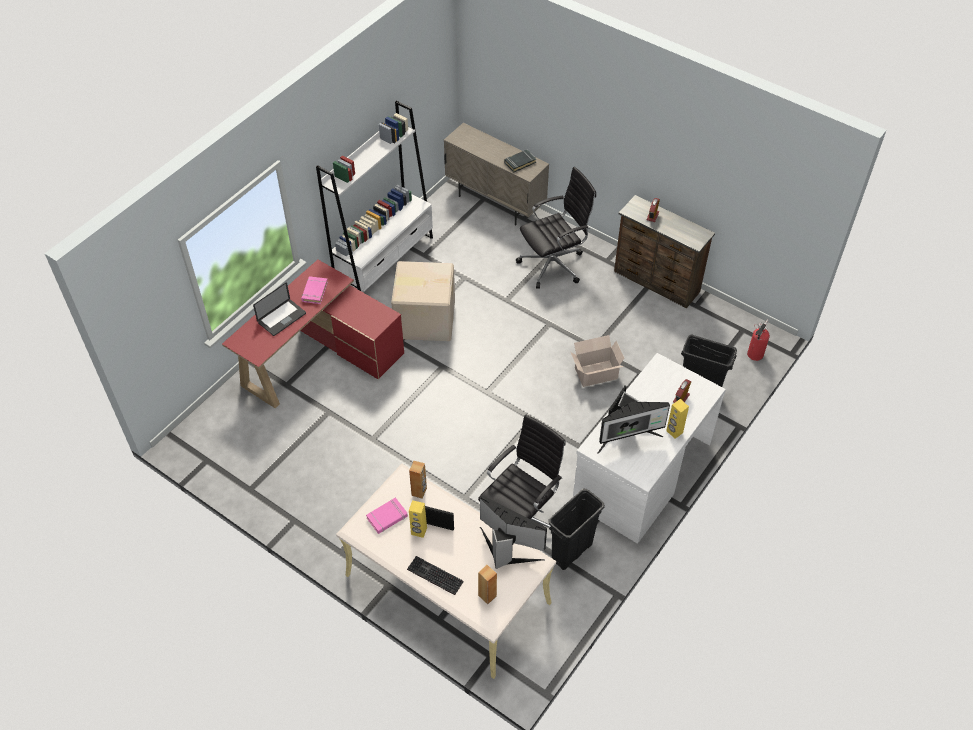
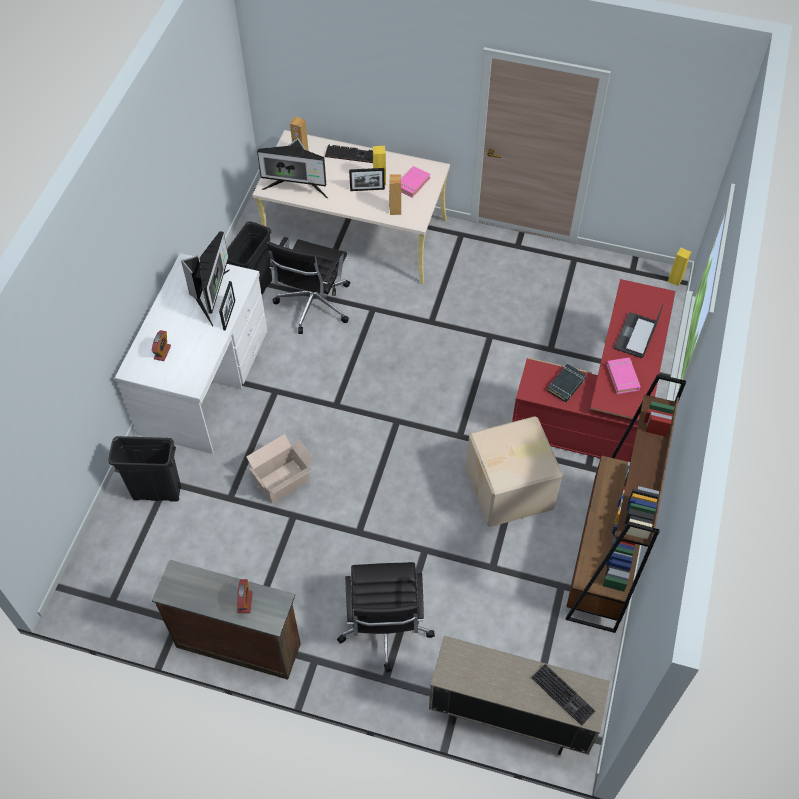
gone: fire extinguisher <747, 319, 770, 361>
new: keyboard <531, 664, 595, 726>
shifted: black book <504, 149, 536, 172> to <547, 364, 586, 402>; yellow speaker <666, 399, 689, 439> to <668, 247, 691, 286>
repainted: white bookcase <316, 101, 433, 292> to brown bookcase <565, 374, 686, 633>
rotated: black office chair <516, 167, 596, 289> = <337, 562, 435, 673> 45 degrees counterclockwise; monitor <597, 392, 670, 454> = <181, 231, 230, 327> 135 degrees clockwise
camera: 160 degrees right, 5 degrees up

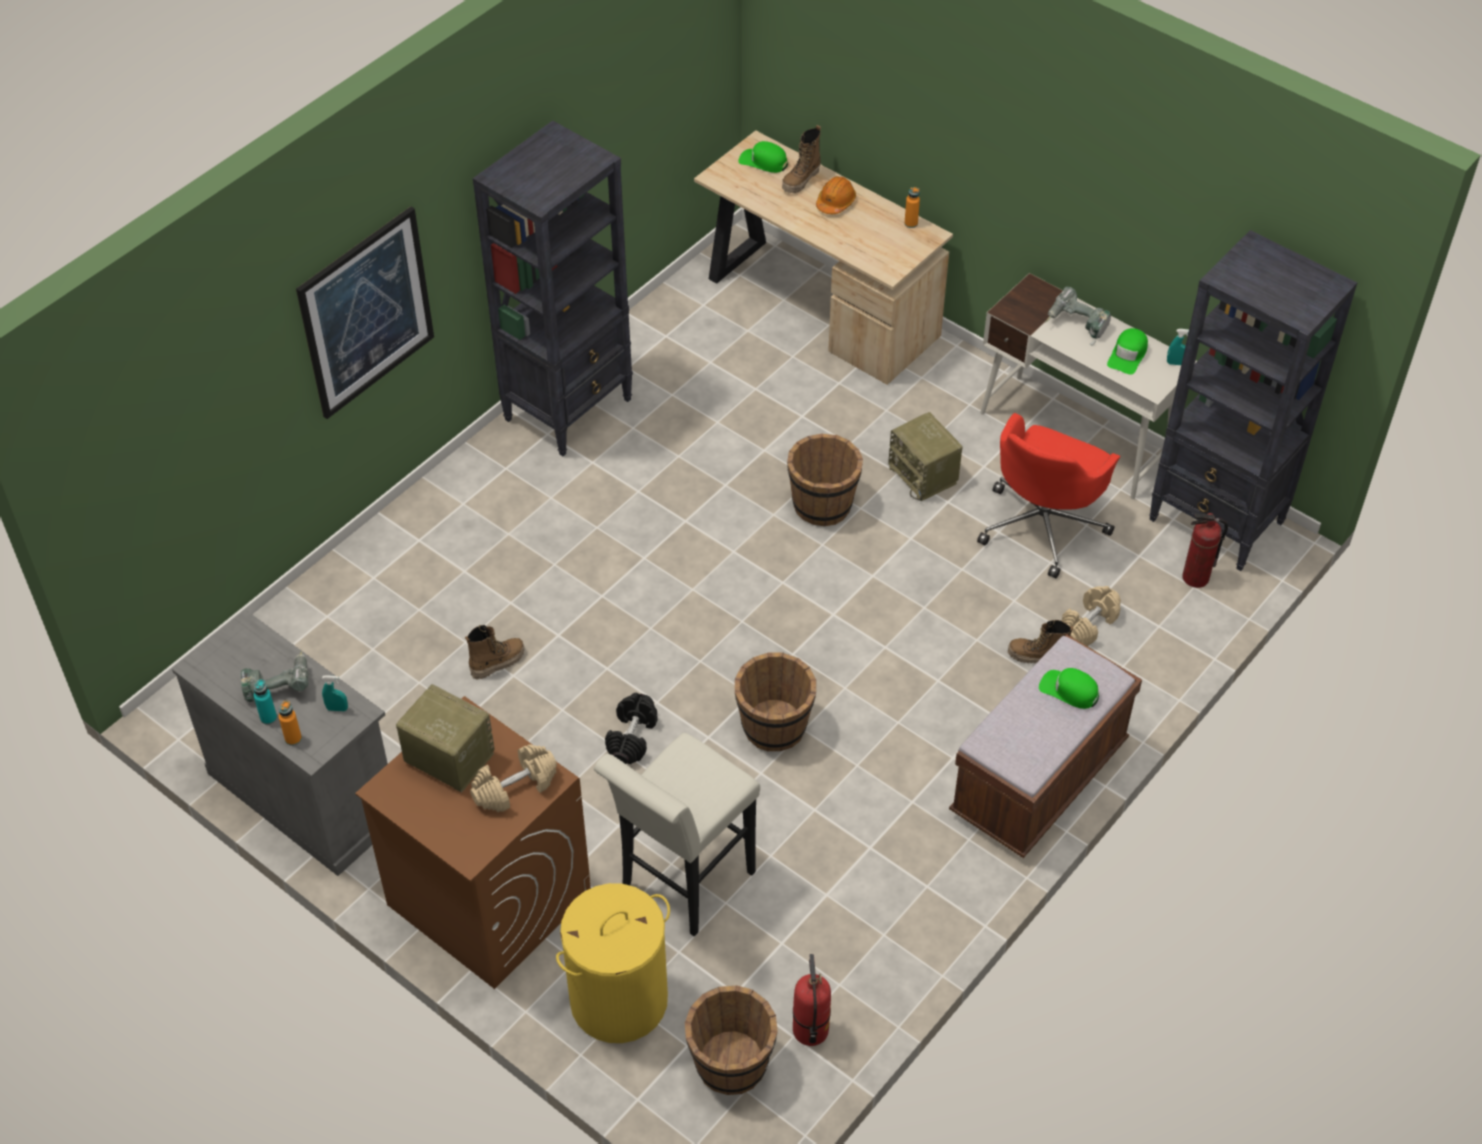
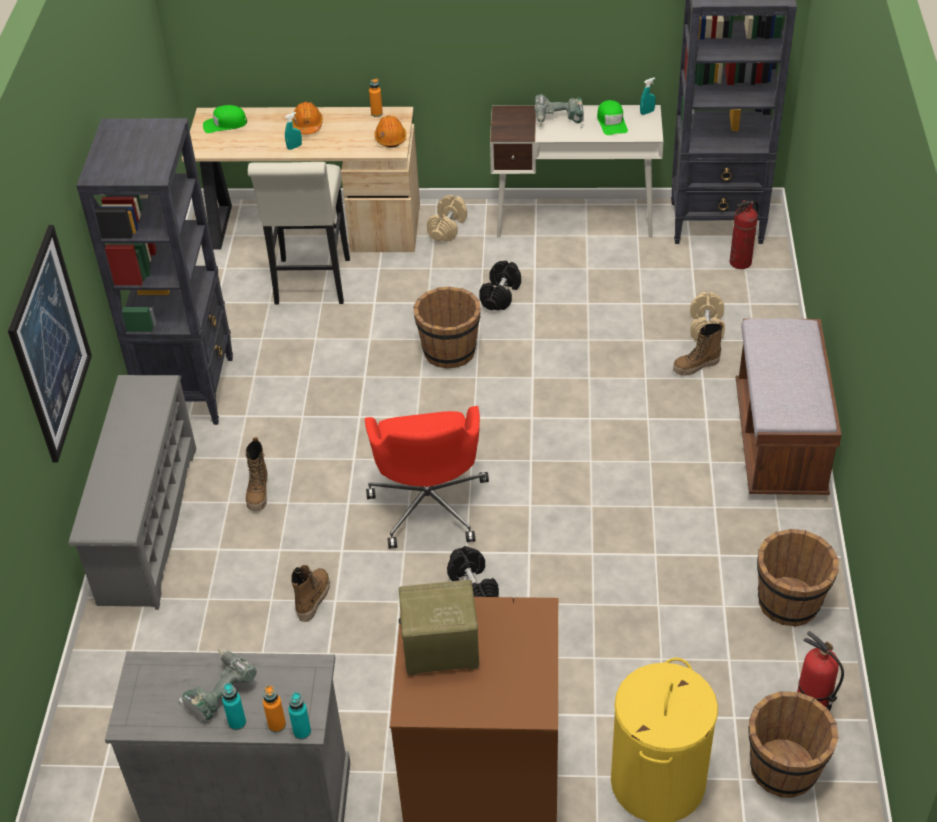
gone: green cap <1039, 668, 1099, 709>
new: grey shoe rack <69, 375, 196, 610>; turquoise bottle <288, 692, 311, 740>; orange hard hat <374, 115, 406, 148>
shifted: turquoise spray bottle <322, 675, 348, 711> to <285, 112, 302, 150>; beige dumbbell <470, 744, 557, 812> to <427, 195, 467, 241>; white stool <594, 733, 760, 937> to <248, 162, 350, 305>; brown bucket <735, 652, 816, 751> to <757, 529, 839, 627>; boot <782, 125, 821, 193> to <245, 437, 268, 511>; red office chair <977, 413, 1120, 578> to <365, 406, 489, 549>
swapped: radio <888, 412, 963, 501> to black dumbbell <479, 261, 521, 310>
camera: 35 degrees left, 5 degrees down

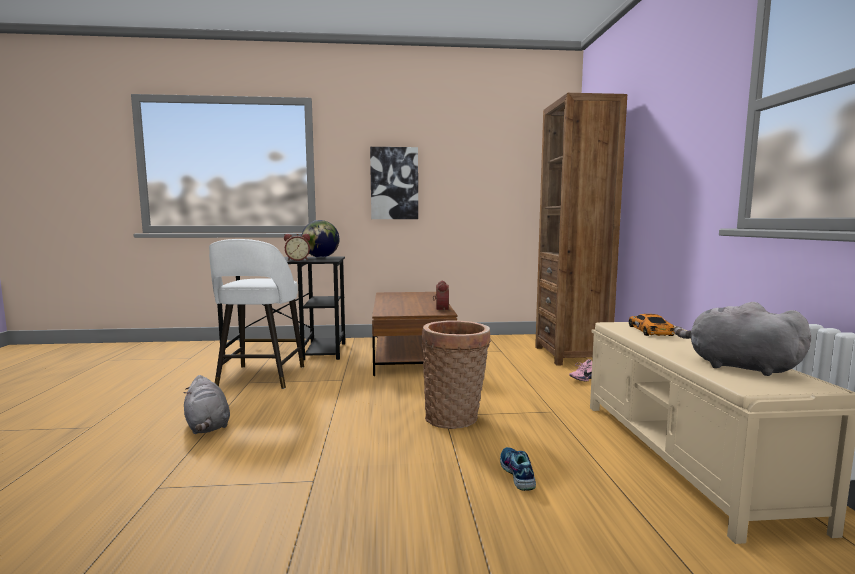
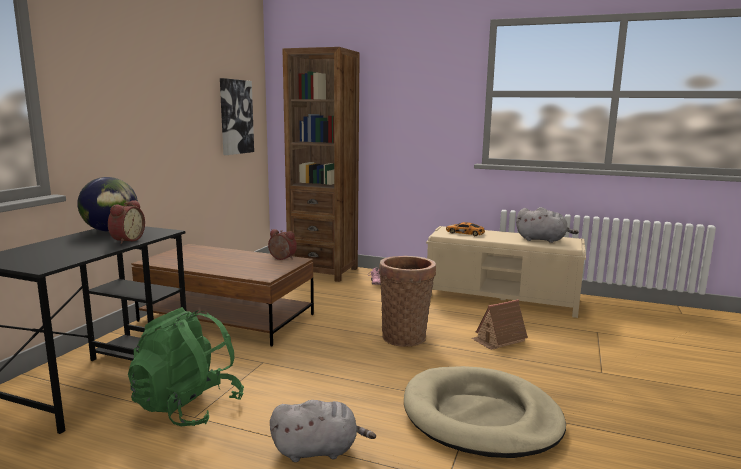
new: beige dog bed <404, 366, 566, 458>
shifted: picture <370, 147, 418, 219> to <220, 78, 254, 155>
swapped: white stool <209, 239, 304, 389> to green backpack <128, 307, 244, 427>; shoe <500, 447, 536, 491> to toy house <471, 299, 528, 350>
rotated: grey plush toy <674, 302, 811, 376> = <516, 207, 579, 243> 135 degrees counterclockwise
camera: 65 degrees left, 5 degrees up

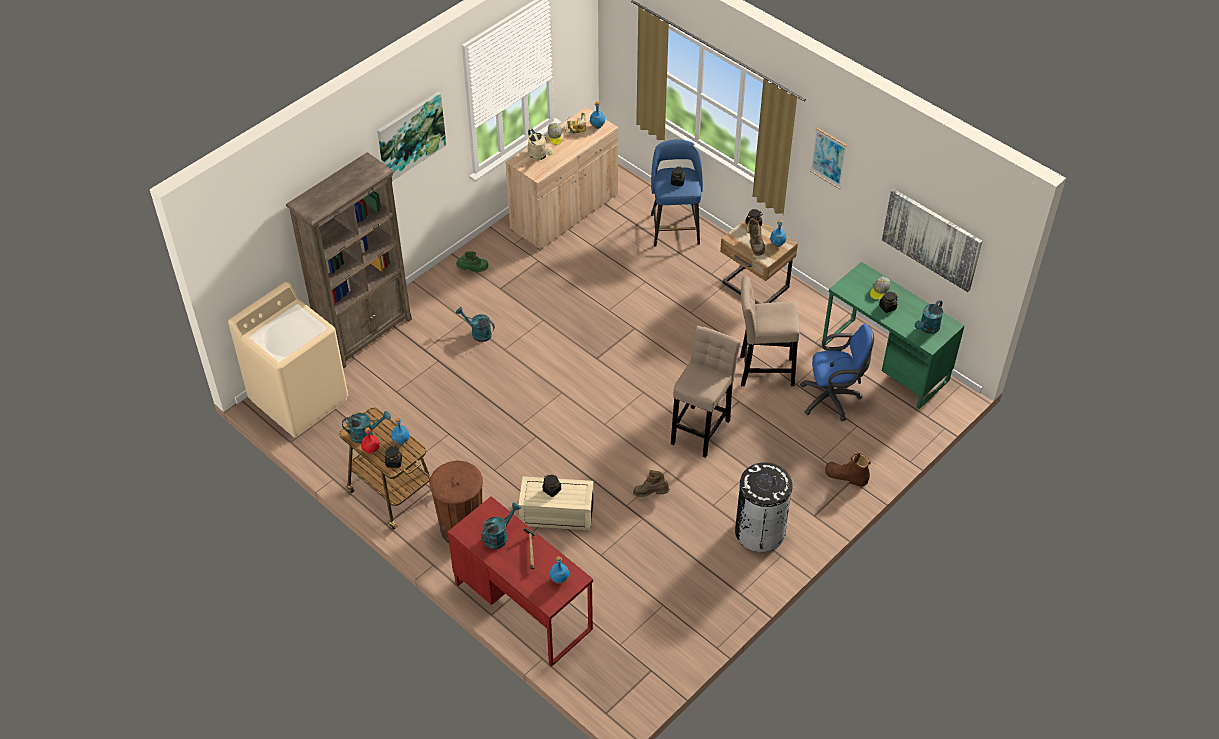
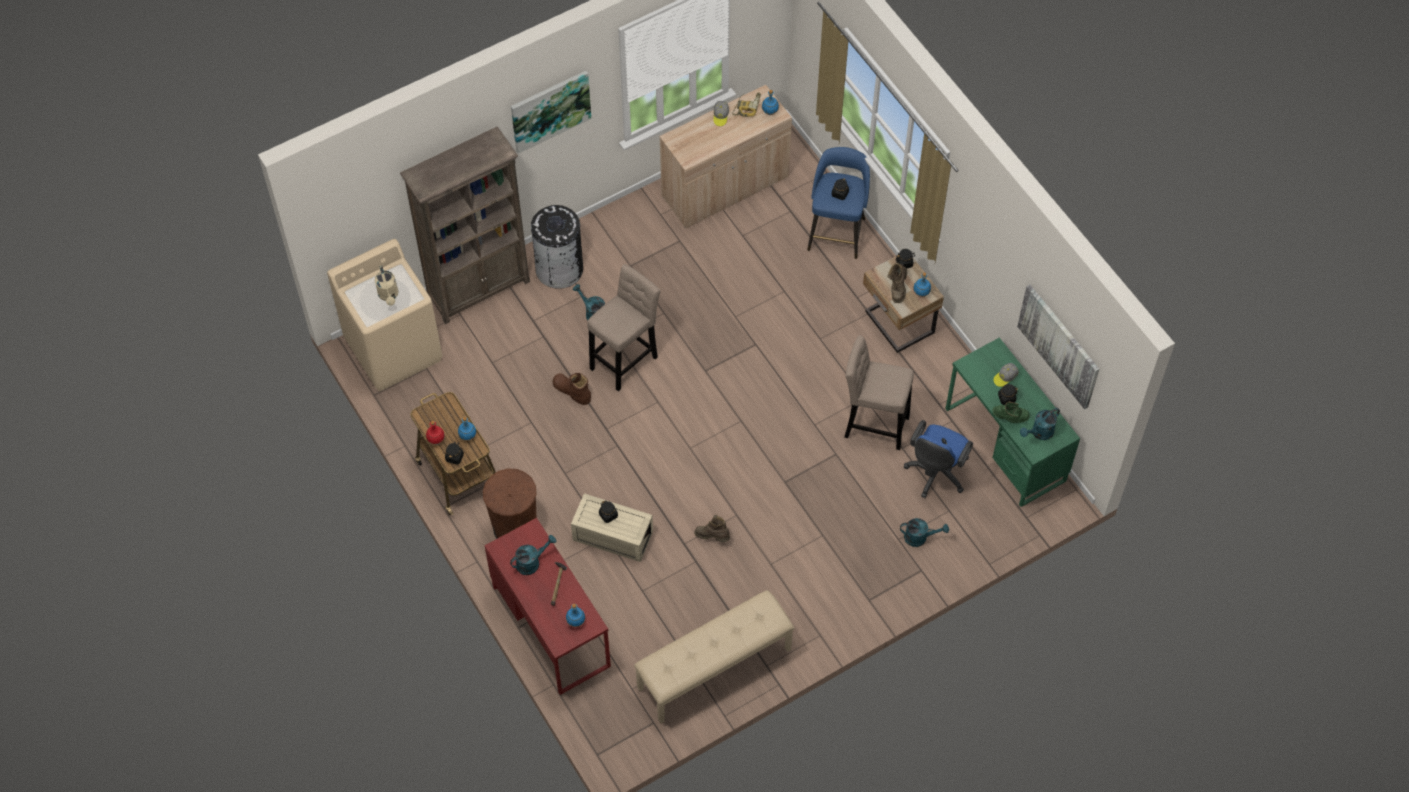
gone: picture <810, 128, 847, 189>
new: beige bench <634, 590, 794, 724>
shifted: turquoise watering can <342, 411, 391, 443> to <900, 518, 949, 547>; green boot <456, 251, 489, 272> to <992, 402, 1030, 423>; beige watering can <528, 128, 553, 160> to <375, 265, 399, 306>; beige stool <671, 326, 741, 458> to <587, 264, 660, 391>; black trash can <735, 462, 793, 552> to <531, 205, 583, 289>; brown boot <825, 453, 871, 486> to <553, 373, 591, 405>
rotated: blue office chair <800, 324, 874, 421> = <904, 420, 973, 498> 105 degrees clockwise
camera: 15 degrees right, 10 degrees up

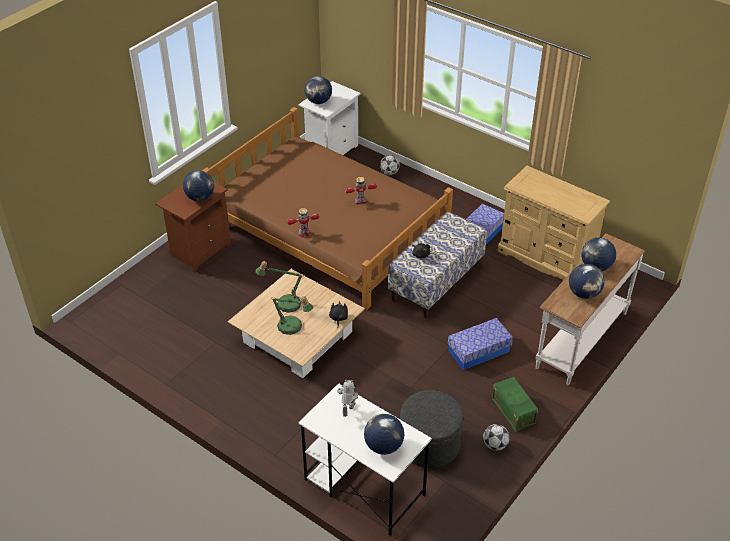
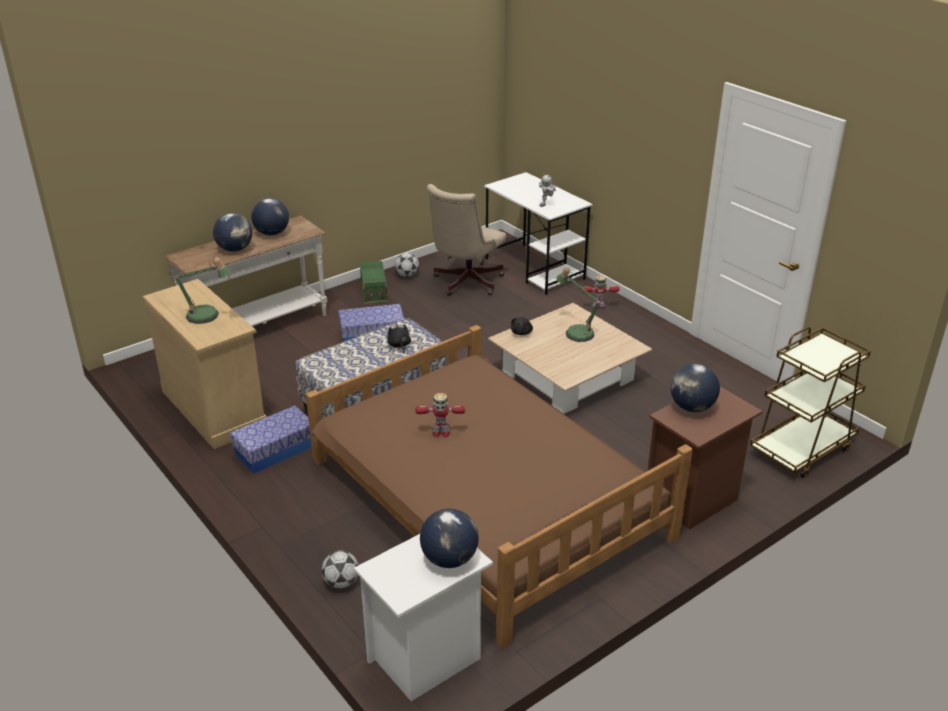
gone: globe <364, 414, 404, 455>
new: brown cart <750, 327, 871, 478>
shifted: table lamp <255, 261, 302, 313> to <173, 257, 231, 324>; toy robot <287, 208, 320, 238> to <582, 275, 619, 309>
swapped: grey ottoman <400, 390, 463, 468> to beige office chair <427, 184, 506, 296>
camera: 165 degrees left, 10 degrees down

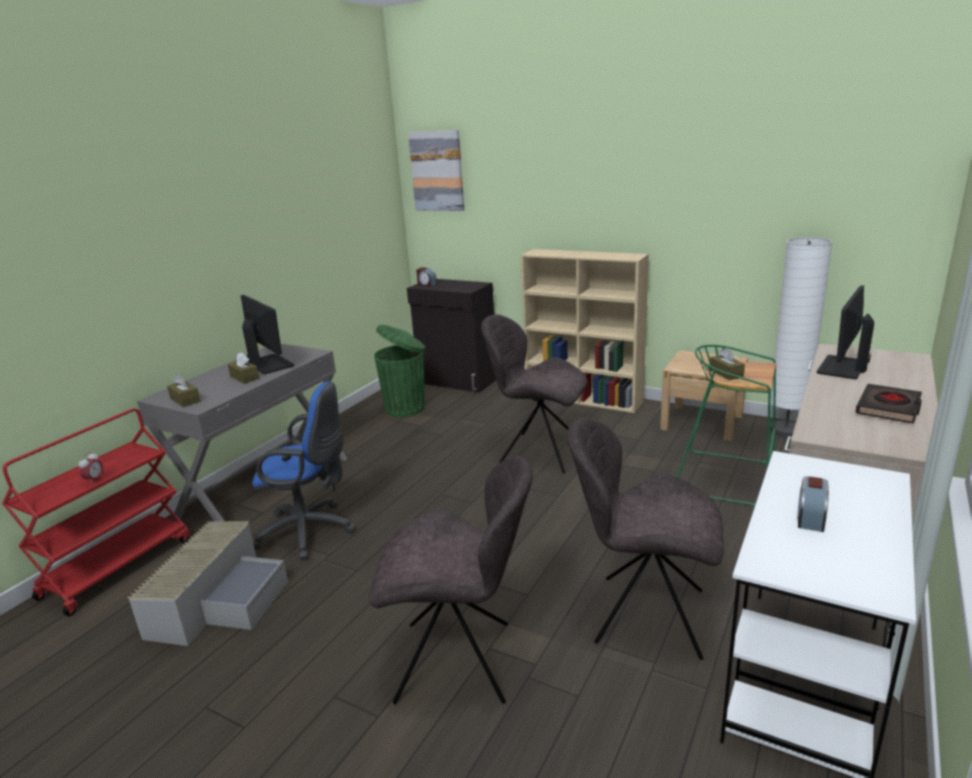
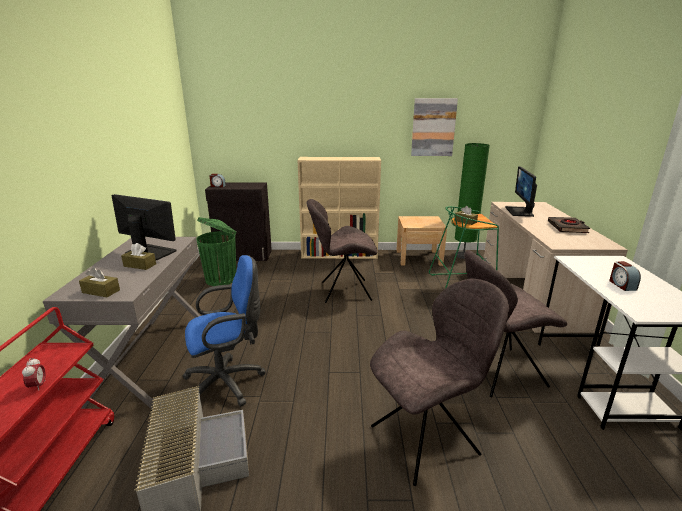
shifted: picture <408, 130, 464, 211> to <411, 98, 458, 156>
repainted: white floor lamp <771, 237, 833, 438> to green floor lamp <455, 143, 490, 259>
camera: 30 degrees left, 0 degrees up

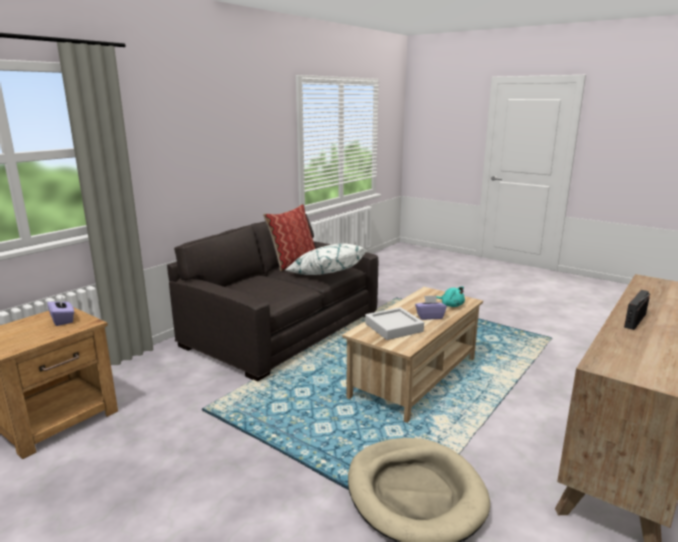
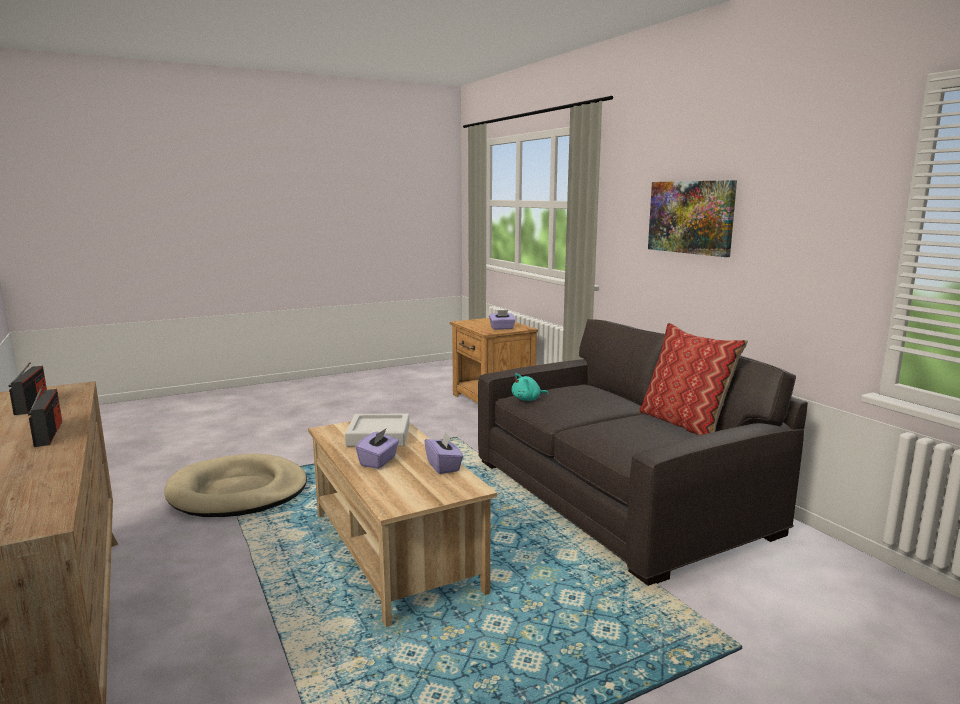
gone: white pillow <286, 244, 366, 275>
new: radio <9, 362, 47, 415>; purple tissue box <424, 431, 463, 474>; picture <648, 180, 737, 257>
shifted: turquoise plush toy <436, 286, 465, 307> to <512, 373, 549, 401>
camera: 115 degrees right, 5 degrees down

